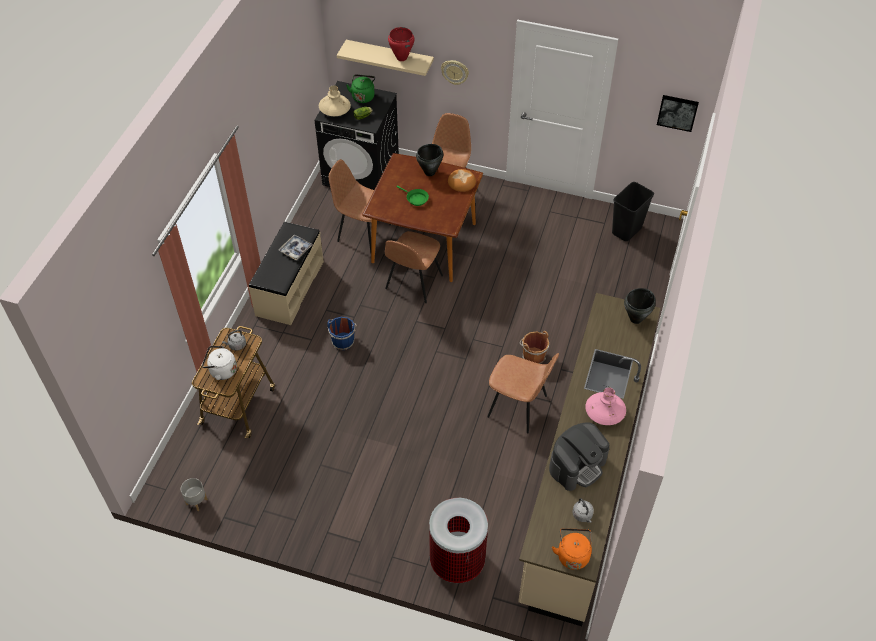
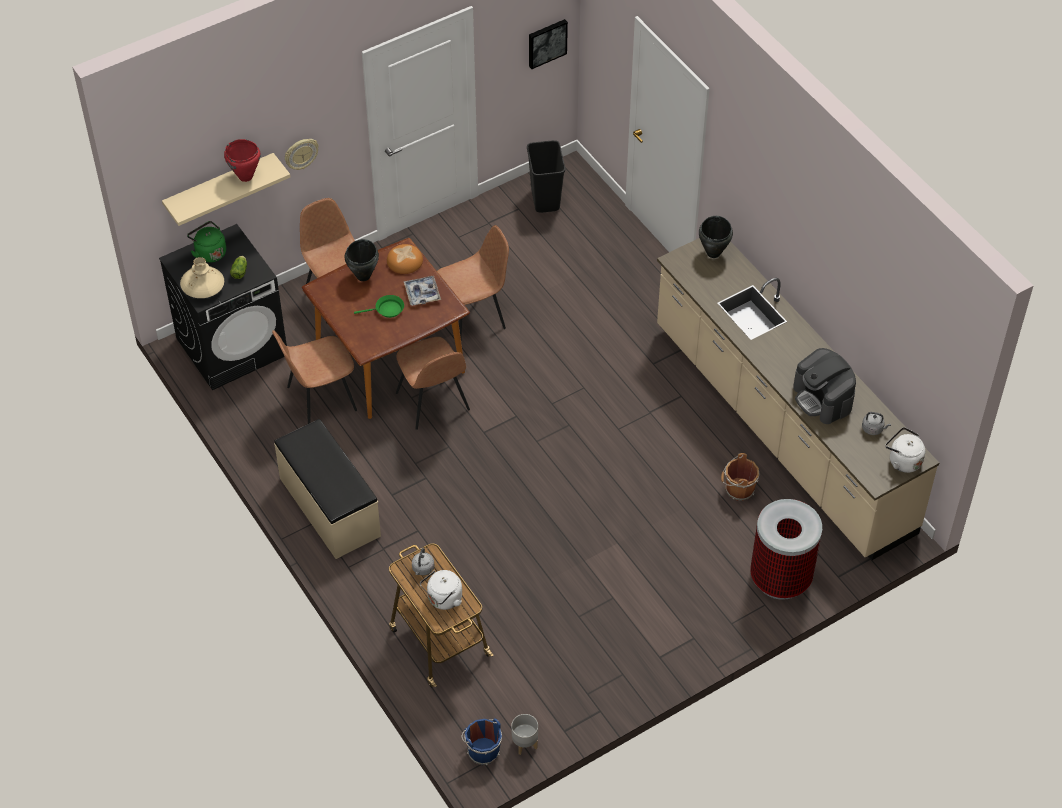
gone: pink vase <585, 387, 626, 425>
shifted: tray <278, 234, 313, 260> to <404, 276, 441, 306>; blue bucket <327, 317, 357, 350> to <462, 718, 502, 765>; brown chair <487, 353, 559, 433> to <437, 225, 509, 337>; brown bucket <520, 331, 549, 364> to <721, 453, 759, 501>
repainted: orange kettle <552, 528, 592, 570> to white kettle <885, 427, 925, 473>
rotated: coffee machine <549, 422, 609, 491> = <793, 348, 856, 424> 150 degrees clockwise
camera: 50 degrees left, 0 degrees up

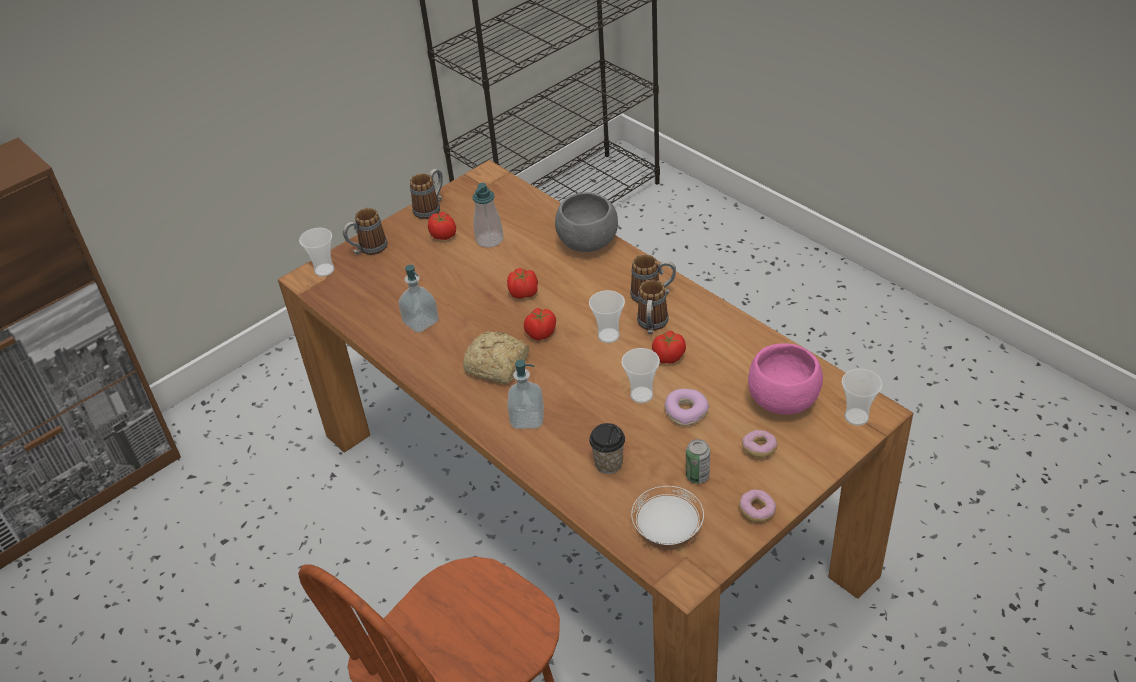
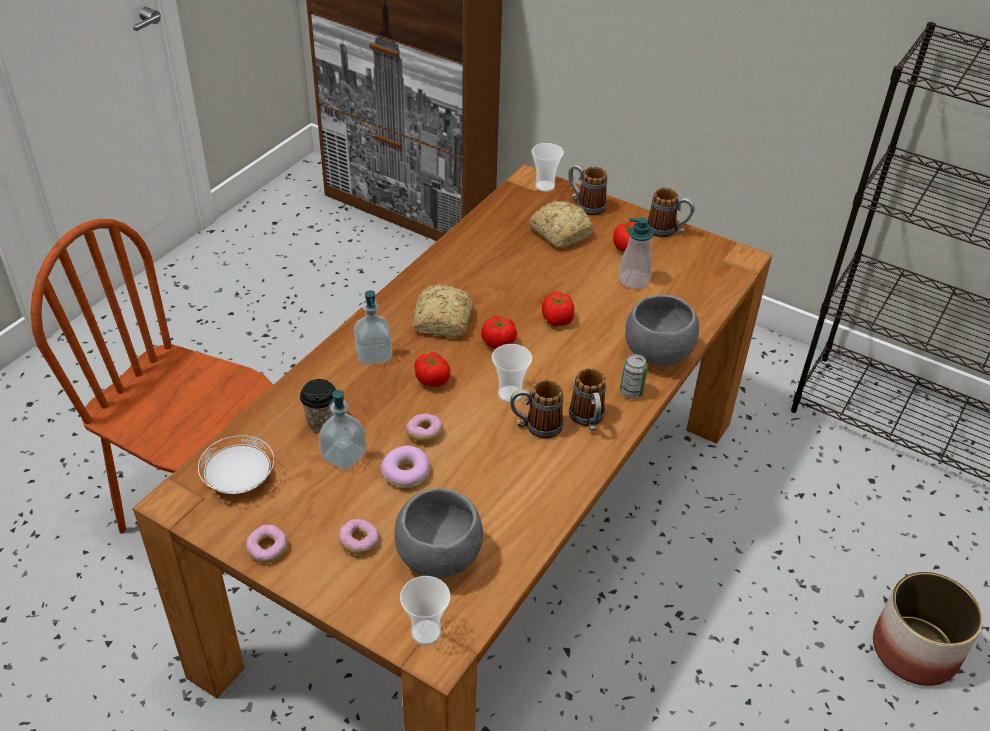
new: bread <529, 200, 593, 248>; planter <873, 572, 983, 686>
shifted: soap dispenser <398, 265, 439, 333> to <318, 390, 367, 470>; tomato <652, 331, 686, 364> to <414, 352, 450, 387>; can <686, 439, 710, 484> to <620, 354, 648, 399>
swapped: cup <622, 348, 660, 403> to donut <406, 413, 443, 442>
repainted: pink bowl <748, 343, 823, 415> to grey bowl <394, 488, 483, 578>
camera: 70 degrees right, 0 degrees up

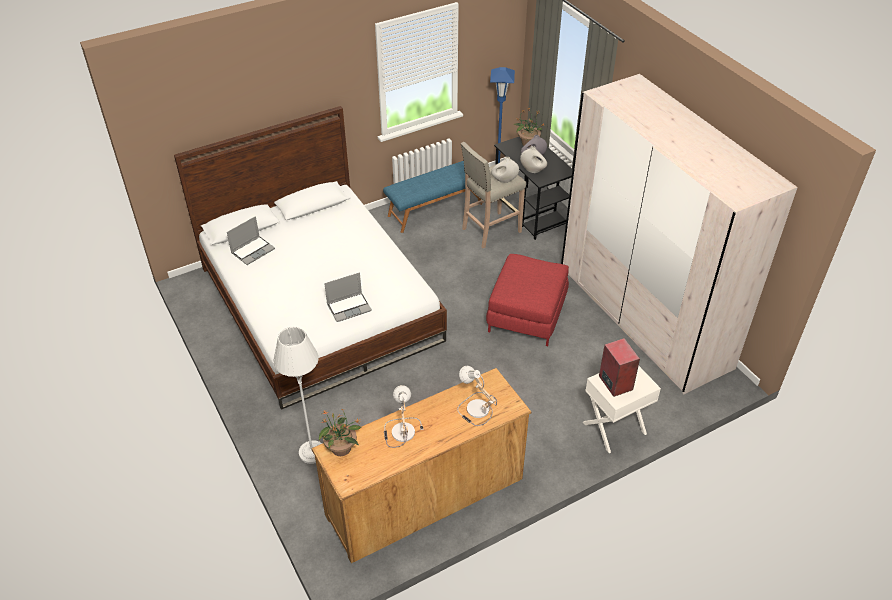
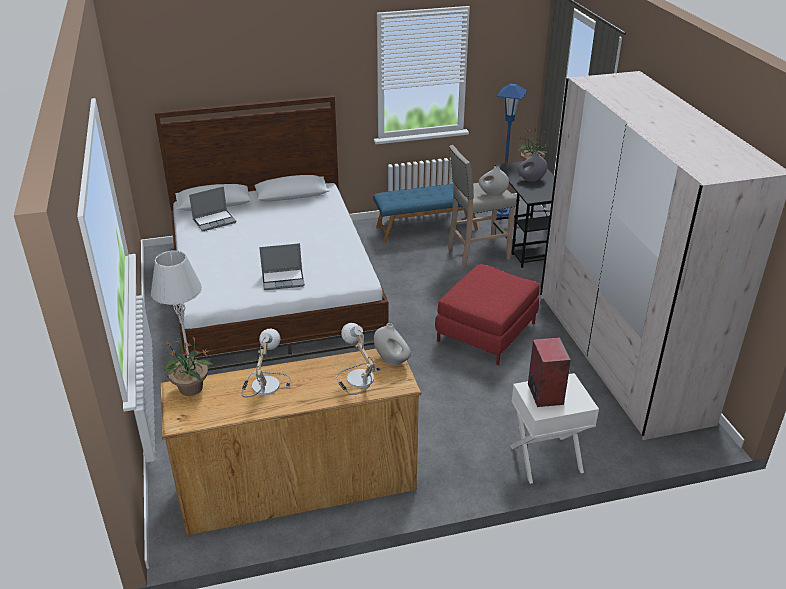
shifted: white vase <520, 146, 547, 173> to <374, 323, 411, 365>
camera: 15 degrees right, 10 degrees down

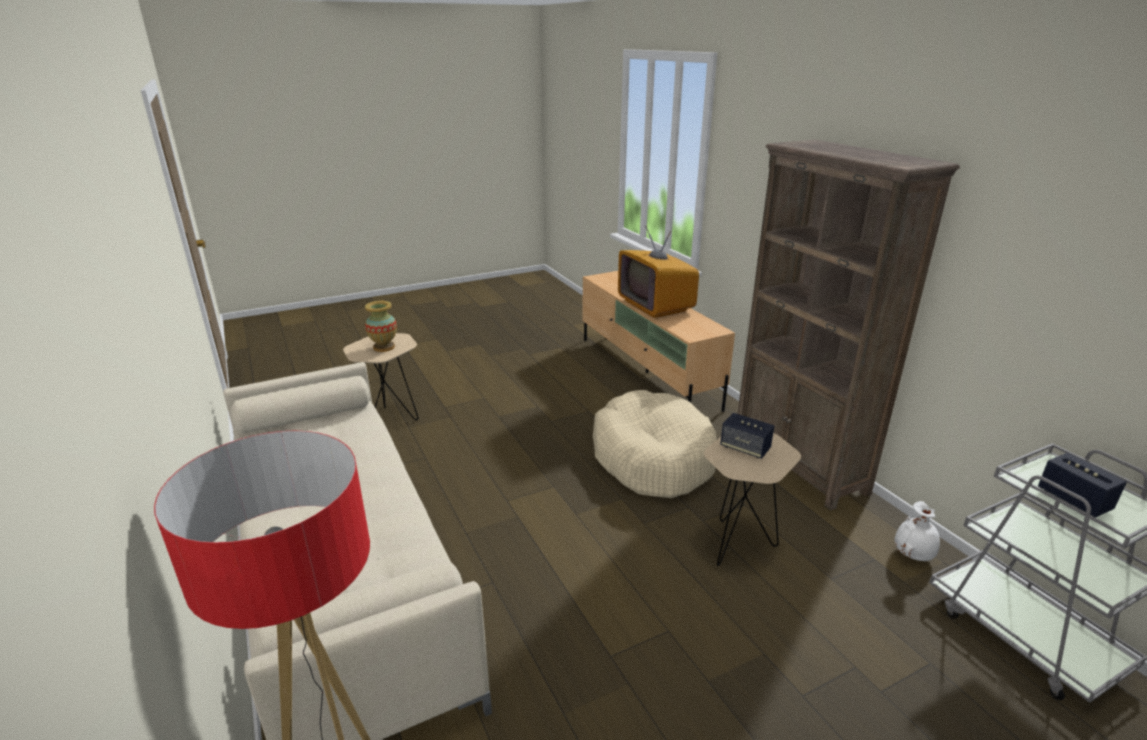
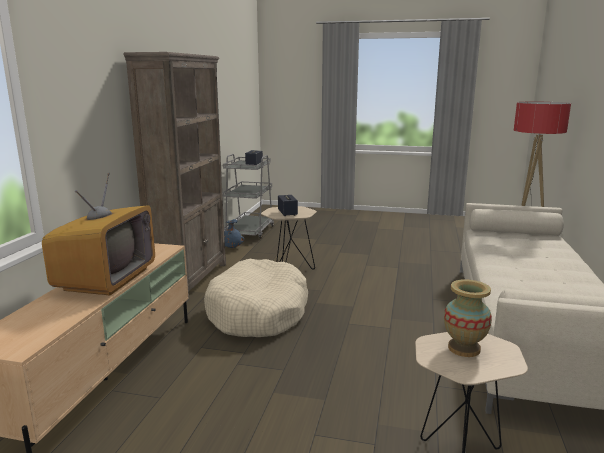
repainted: white vase <895, 501, 940, 561> to blue vase <224, 219, 244, 248>
camera: 140 degrees left, 10 degrees down

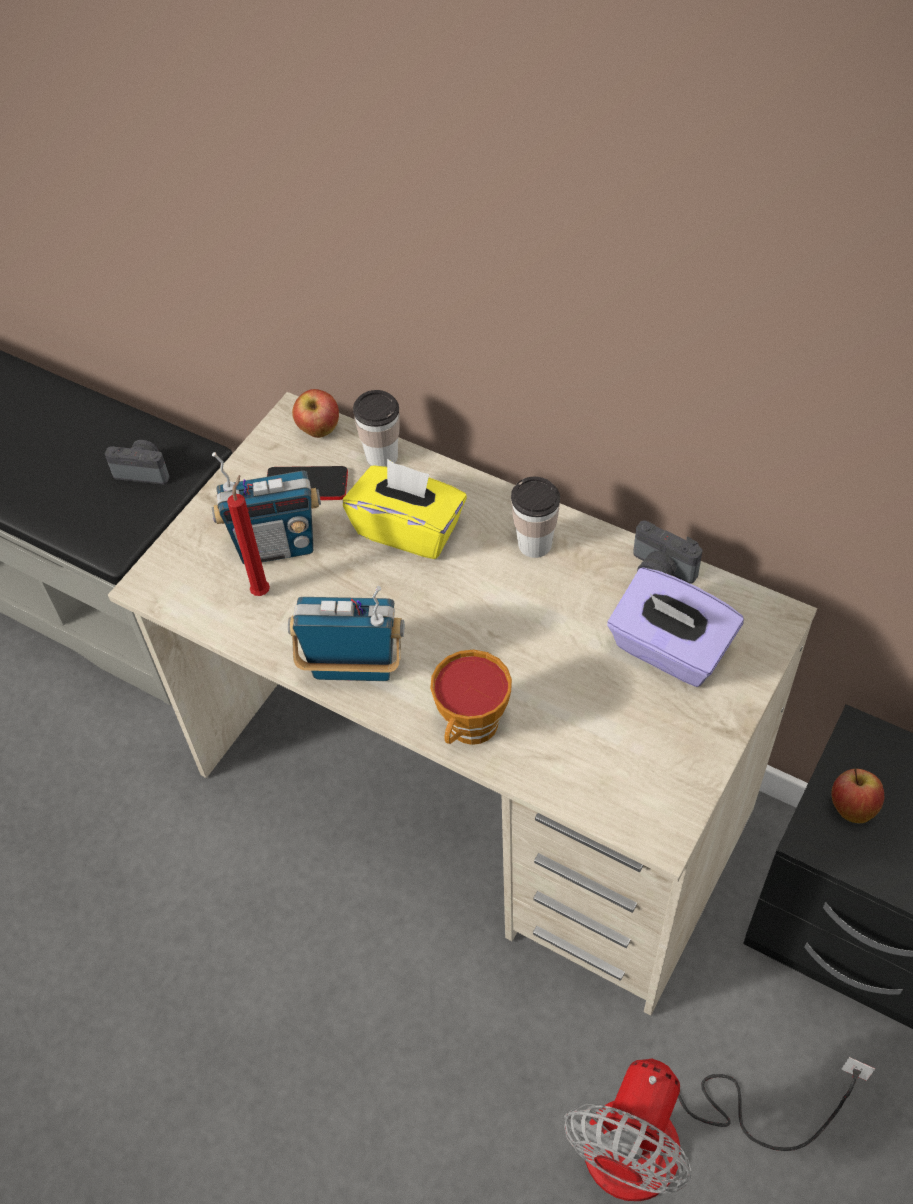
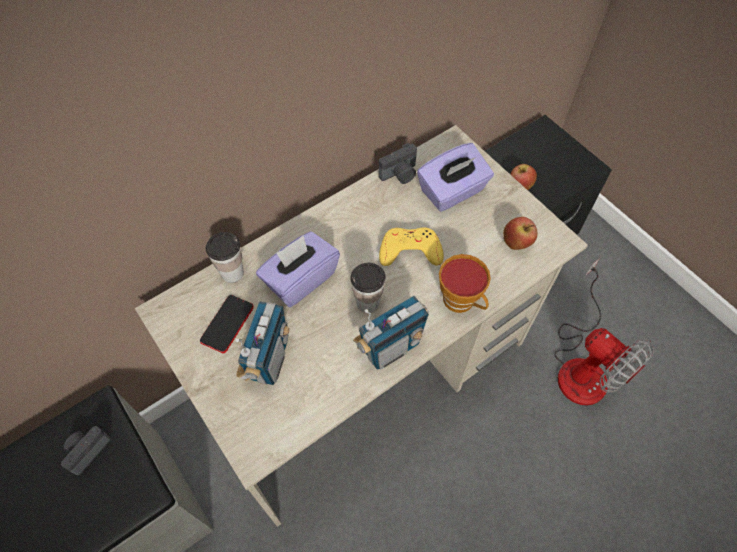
gone: red candle <227, 475, 270, 596>
new: yellow game controller <379, 227, 444, 266>
shifted: apple <292, 389, 339, 438> to <503, 217, 537, 250>; cup <511, 476, 560, 558> to <350, 263, 385, 313>
repainted: yellow tissue box <343, 459, 467, 559> to purple tissue box <256, 231, 340, 307>
rotated: radio <288, 586, 404, 681> = <353, 296, 429, 370> 150 degrees counterclockwise
camera: 70 degrees left, 5 degrees up

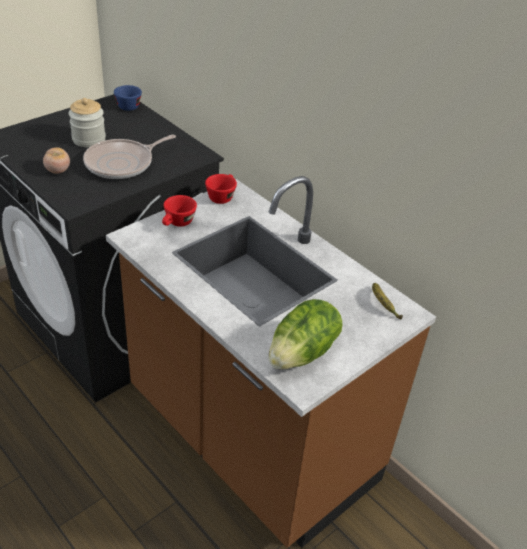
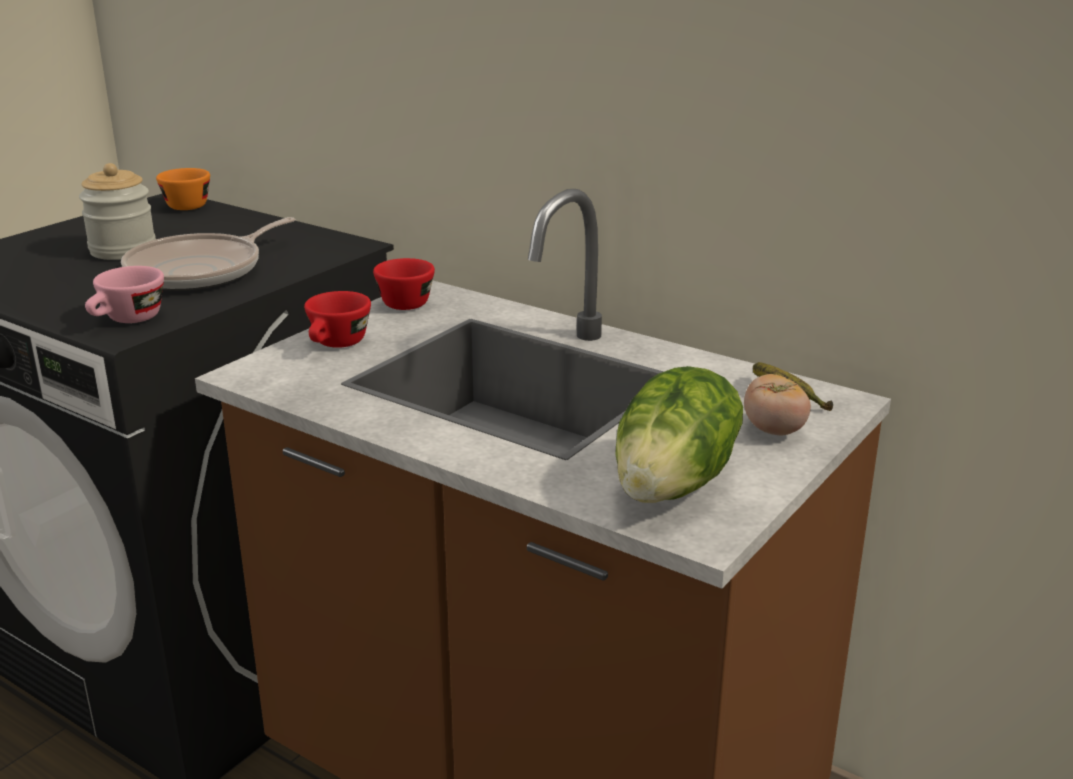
new: pink cup <85, 266, 164, 323>
shifted: tomato <43, 147, 70, 174> to <744, 374, 811, 435>
repainted: blue cup <114, 85, 142, 111> to orange cup <156, 168, 210, 210>
camera: 10 degrees left, 15 degrees down

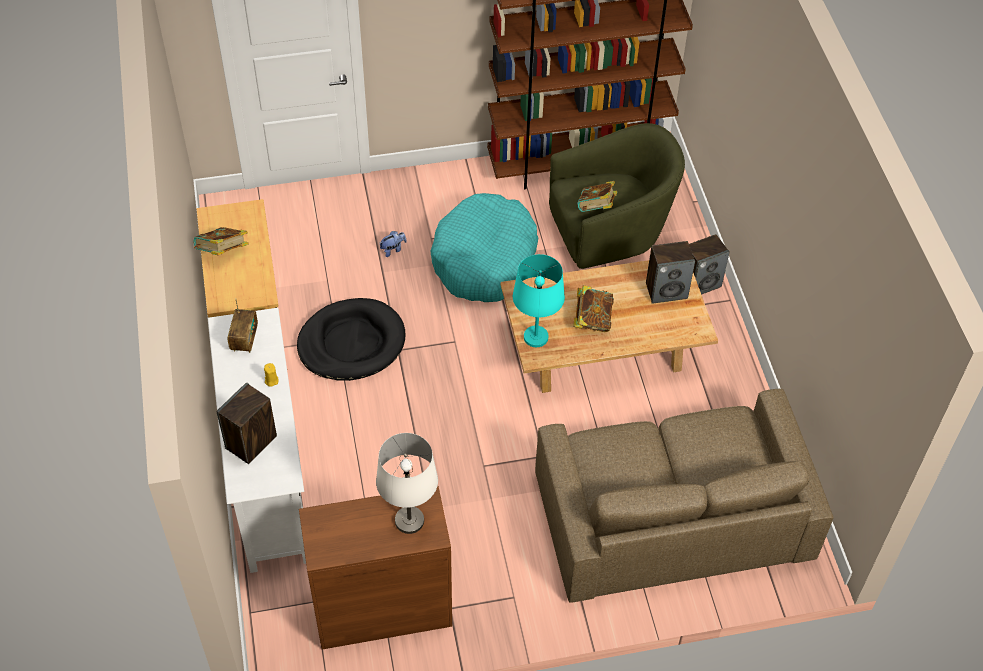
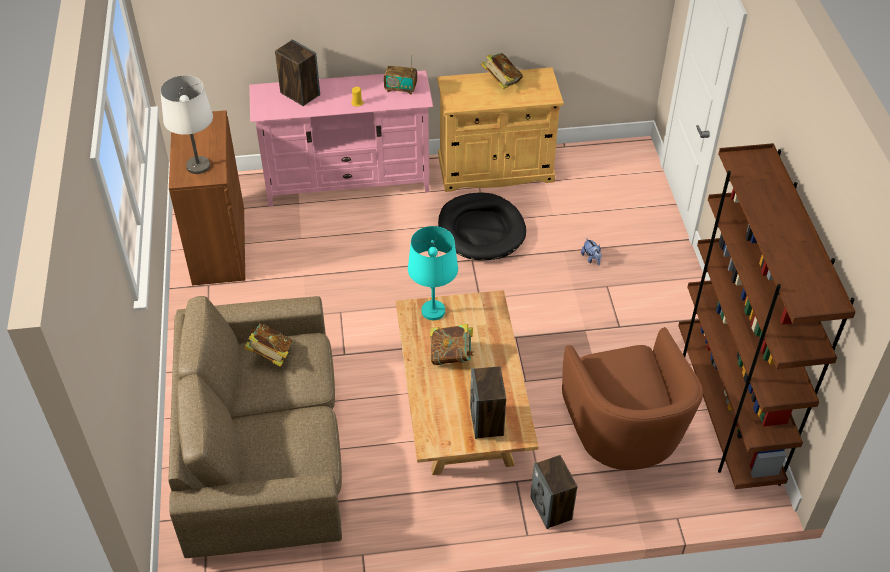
gone: turquoise dog bed <430, 193, 538, 302>
shifted: book <577, 181, 617, 212> to <244, 323, 293, 367>
repainted: white tv stand <208, 308, 306, 573> to pink tv stand <249, 71, 433, 206>; green armchair <549, 123, 685, 269> to brown armchair <562, 327, 703, 470>
camera: 95 degrees right, 5 degrees down

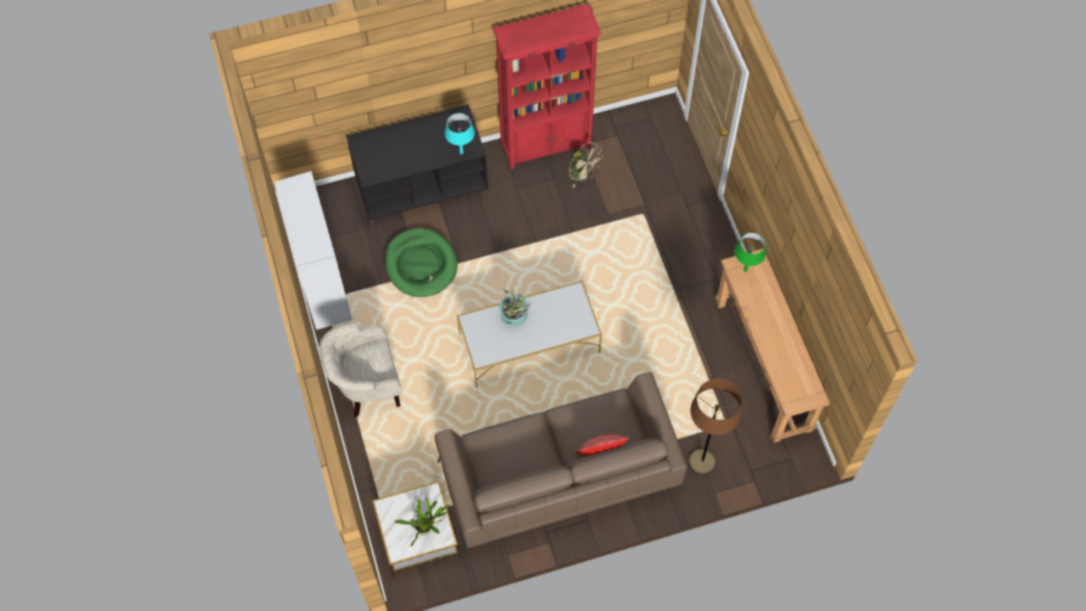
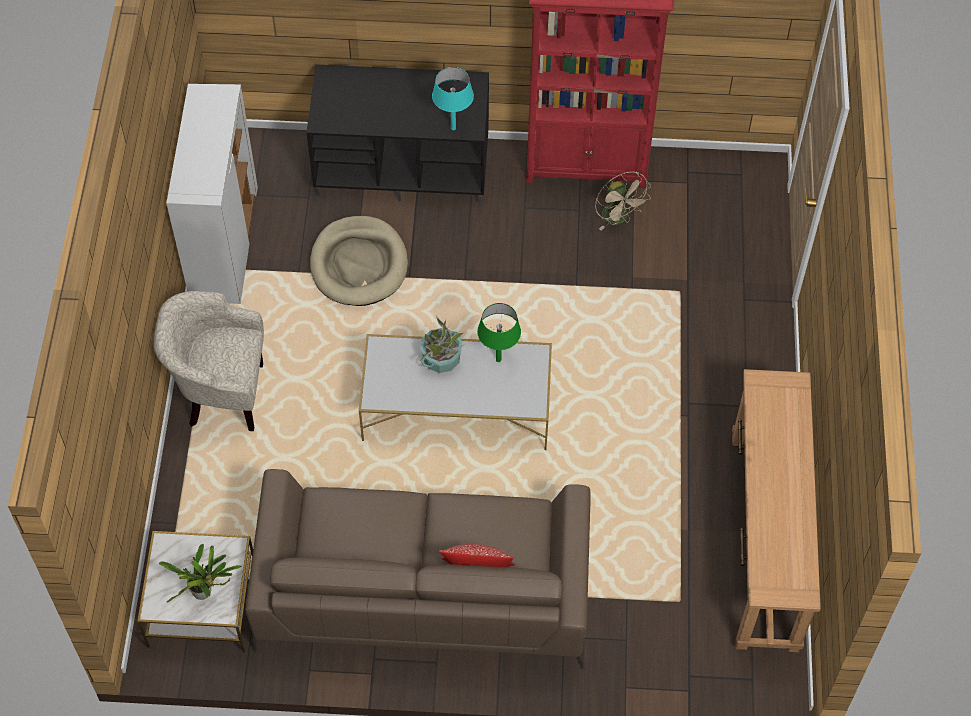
gone: brown floor lamp <689, 379, 742, 475>
shifted: green table lamp <735, 232, 766, 272> to <477, 303, 521, 362>
repainted: green dog bed <385, 228, 458, 297> to beige dog bed <310, 216, 408, 306>
camera: 20 degrees right, 5 degrees down

